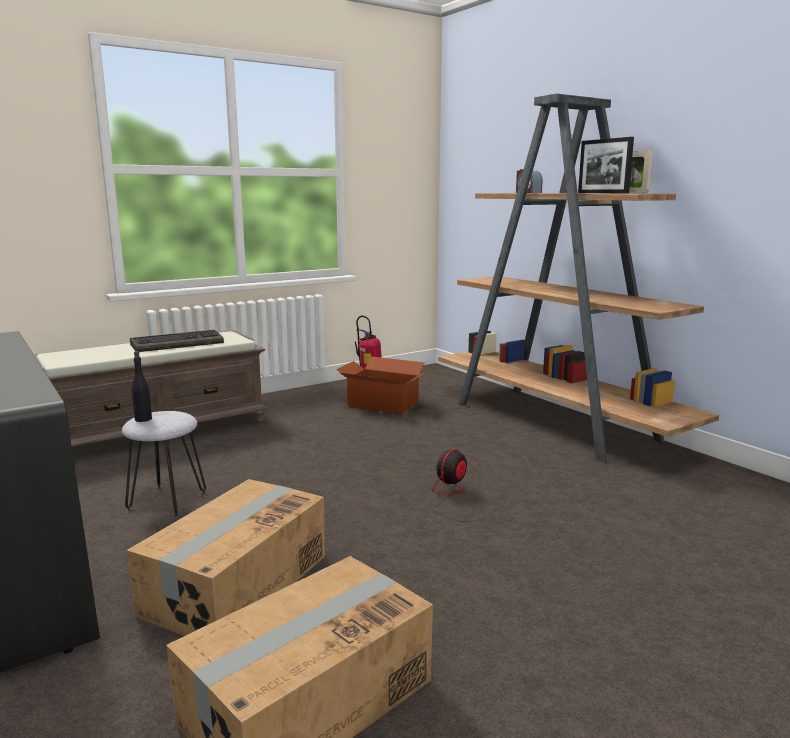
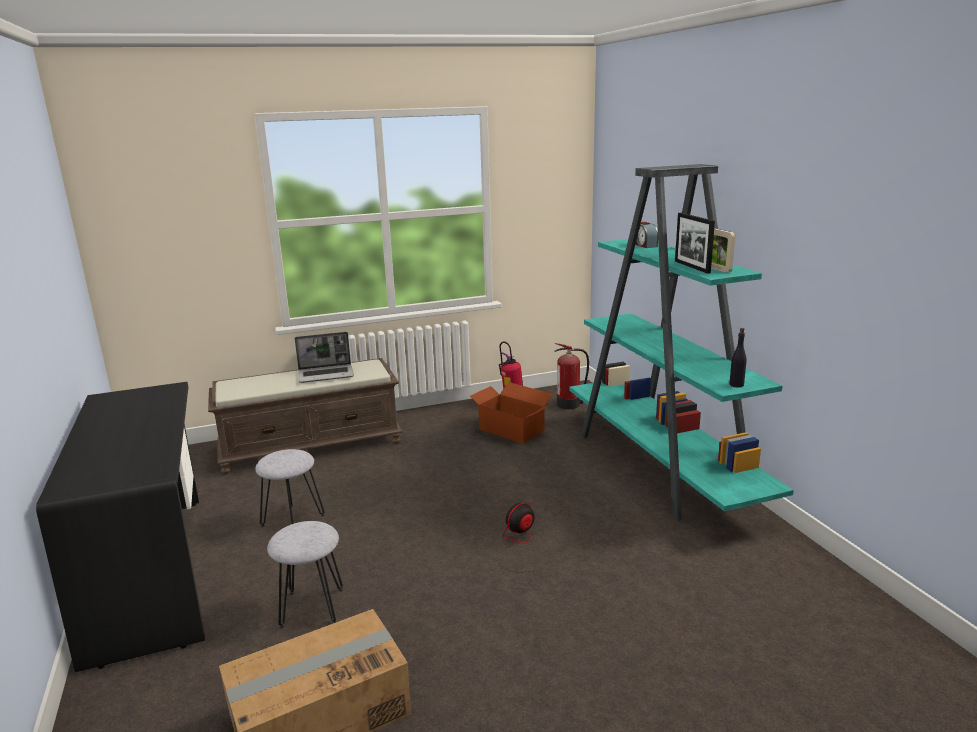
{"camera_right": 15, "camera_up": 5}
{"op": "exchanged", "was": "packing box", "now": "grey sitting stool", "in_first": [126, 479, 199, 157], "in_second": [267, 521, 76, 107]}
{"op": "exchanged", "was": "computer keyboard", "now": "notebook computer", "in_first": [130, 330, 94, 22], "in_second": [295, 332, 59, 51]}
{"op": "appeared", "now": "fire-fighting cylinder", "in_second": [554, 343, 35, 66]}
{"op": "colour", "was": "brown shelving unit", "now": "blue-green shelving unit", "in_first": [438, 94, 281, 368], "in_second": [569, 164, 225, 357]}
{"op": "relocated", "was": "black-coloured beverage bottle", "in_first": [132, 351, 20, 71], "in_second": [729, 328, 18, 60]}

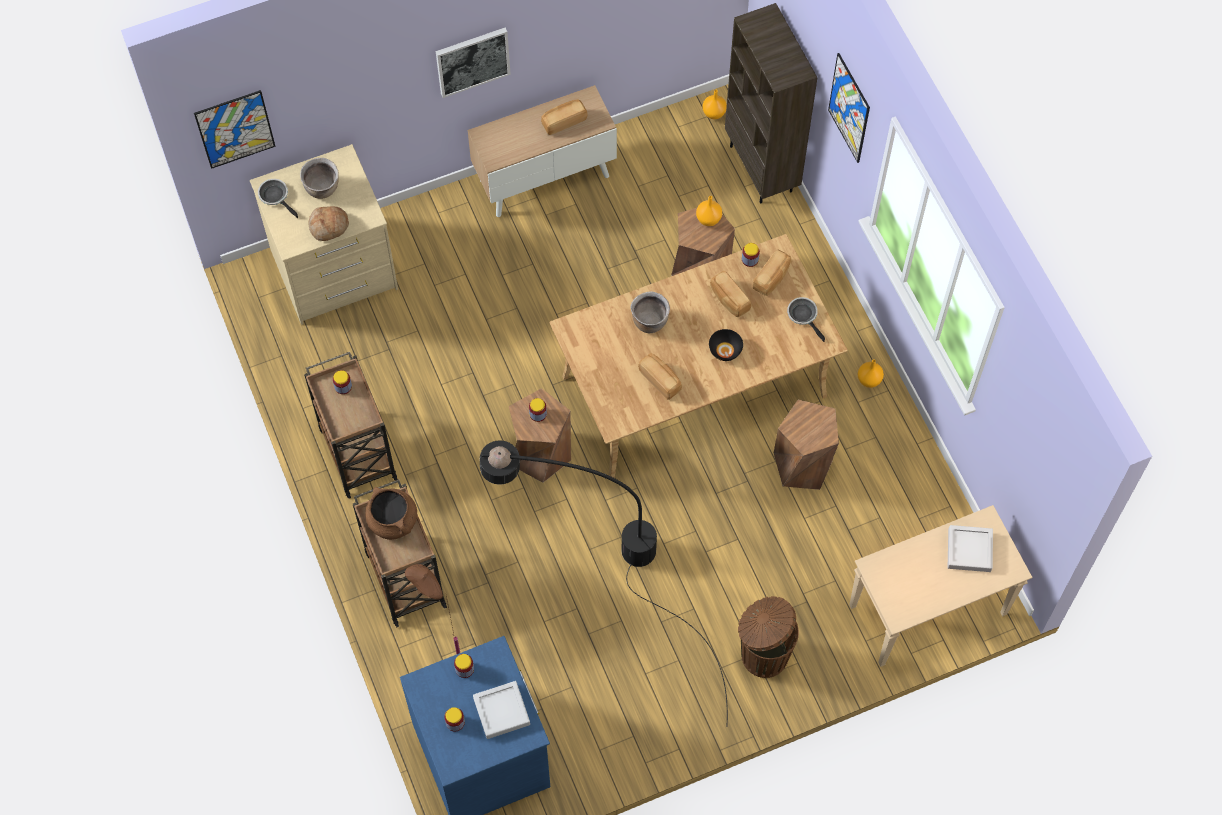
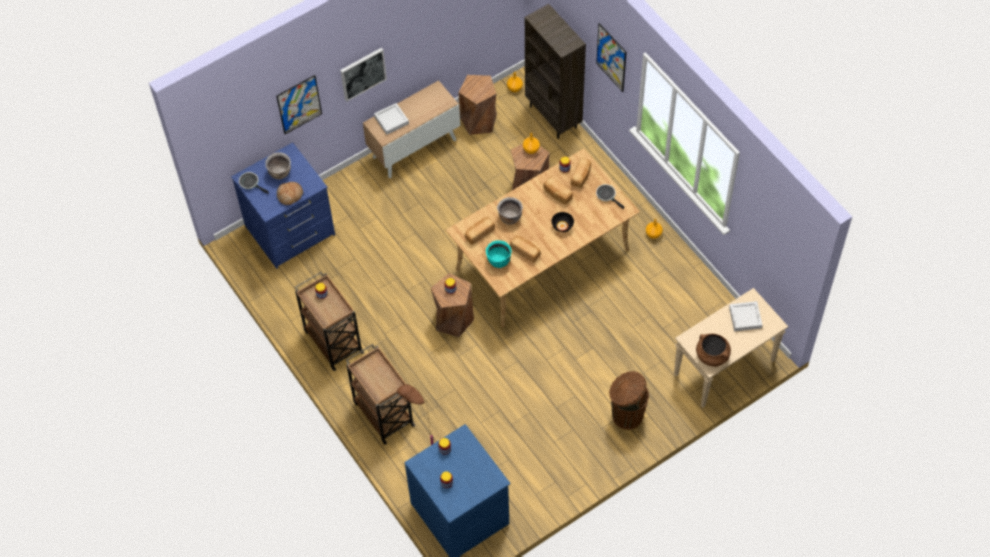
{"camera_right": -10, "camera_up": -5}
{"op": "colour", "was": "beige-coloured drawer chest", "now": "blue-coloured drawer chest", "in_first": [250, 144, 148, 181], "in_second": [231, 142, 104, 127]}
{"op": "relocated", "was": "wall picture", "in_first": [194, 90, 82, 79], "in_second": [276, 75, 46, 59]}
{"op": "relocated", "was": "grey tray", "in_first": [473, 681, 57, 58], "in_second": [374, 103, 35, 32]}
{"op": "relocated", "was": "brown sitting stool", "in_first": [774, 400, 65, 90], "in_second": [458, 75, 39, 60]}
{"op": "relocated", "was": "bread", "in_first": [541, 99, 47, 36], "in_second": [465, 217, 30, 28]}
{"op": "appeared", "now": "blue-green cooking pot", "in_second": [486, 240, 25, 28]}
{"op": "relocated", "was": "brown cooking pot", "in_first": [365, 487, 52, 53], "in_second": [696, 334, 35, 33]}
{"op": "missing", "was": "black-coloured floor lamp", "in_first": [480, 440, 248, 287]}

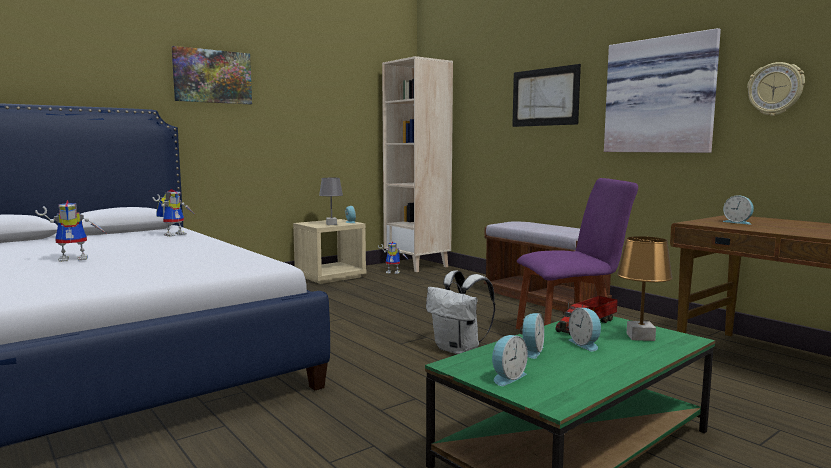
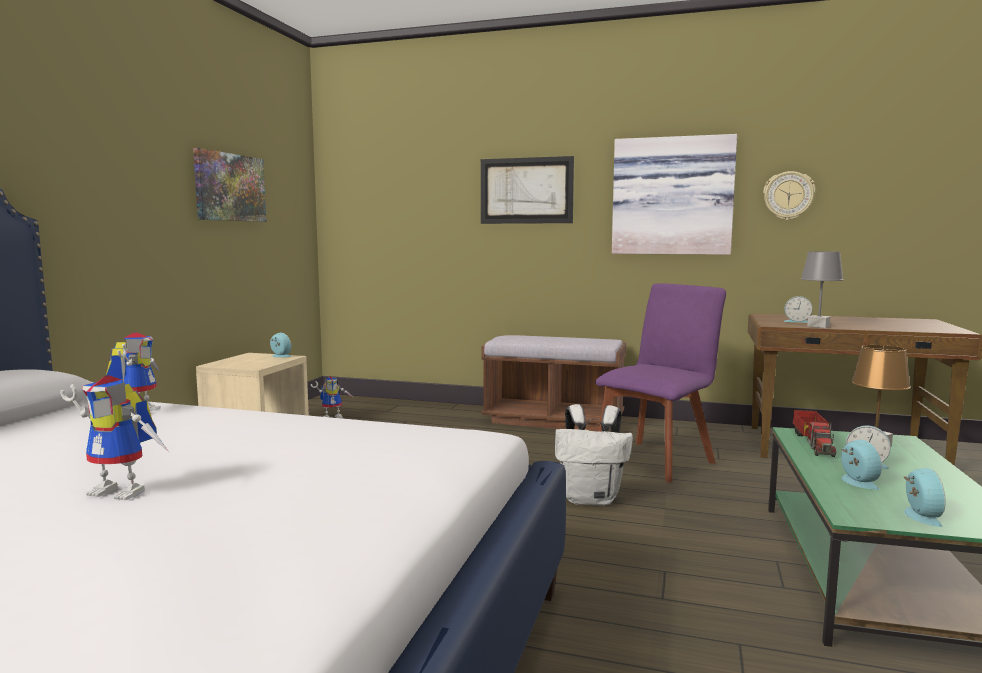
{"camera_right": -35, "camera_up": 0}
{"op": "spun", "was": "model robot", "in_first": [35, 200, 72, 62], "in_second": [60, 375, 110, 126], "clockwise": 75}
{"op": "relocated", "was": "wall picture", "in_first": [171, 46, 81, 58], "in_second": [193, 148, 73, 74]}
{"op": "relocated", "was": "grey table lamp", "in_first": [319, 178, 24, 47], "in_second": [801, 251, 43, 77]}
{"op": "missing", "was": "beige-coloured shelving unit", "in_first": [382, 56, 71, 216]}

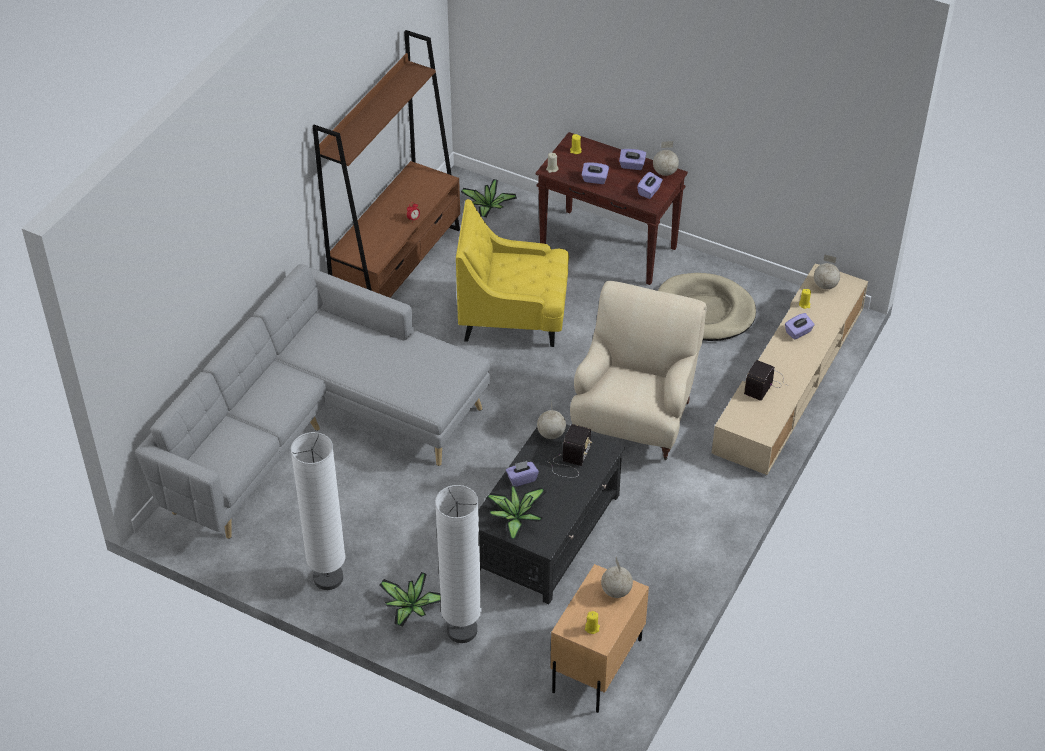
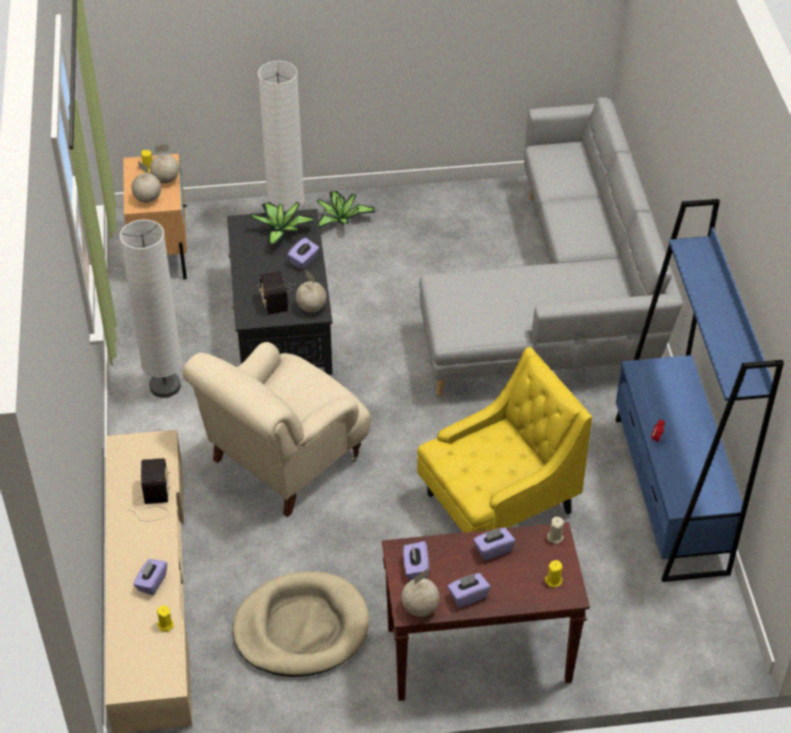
{"camera_right": 145, "camera_up": 0}
{"op": "relocated", "was": "white floor lamp", "in_first": [291, 432, 55, 158], "in_second": [120, 220, 62, 178]}
{"op": "relocated", "was": "globe", "in_first": [814, 254, 26, 35], "in_second": [150, 144, 29, 40]}
{"op": "spun", "was": "beige-coloured armchair", "in_first": [570, 281, 137, 179], "in_second": [183, 342, 188, 175], "clockwise": 60}
{"op": "colour", "was": "brown shelving unit", "now": "blue-coloured shelving unit", "in_first": [313, 30, 147, 268], "in_second": [616, 199, 168, 383]}
{"op": "missing", "was": "plant in a pot", "in_first": [461, 179, 56, 39]}

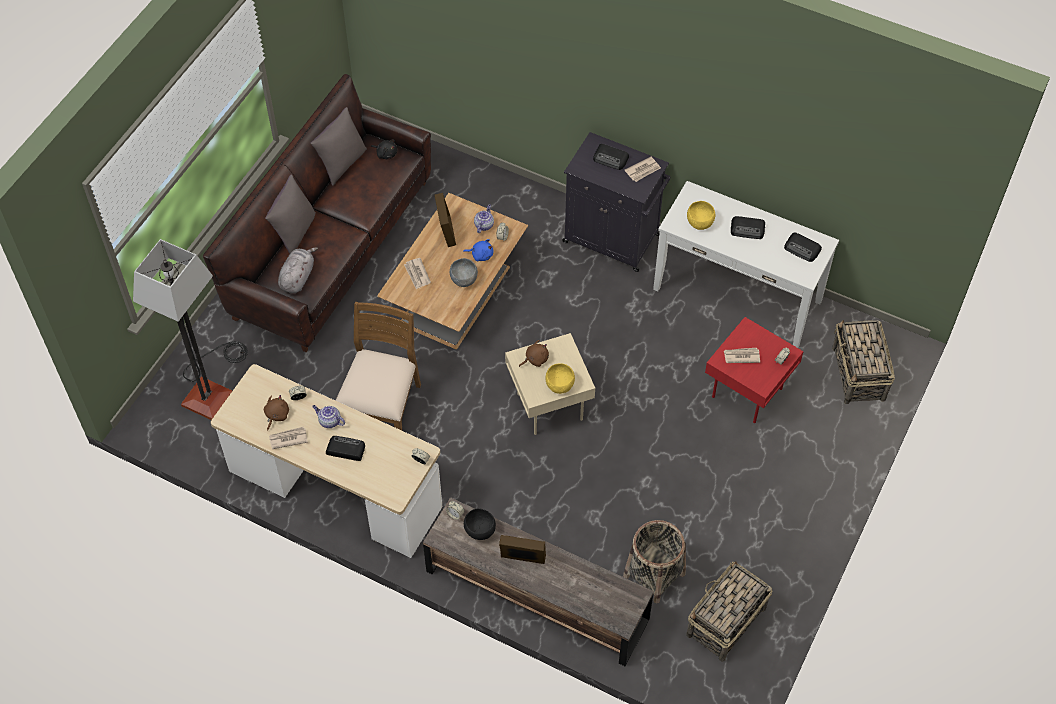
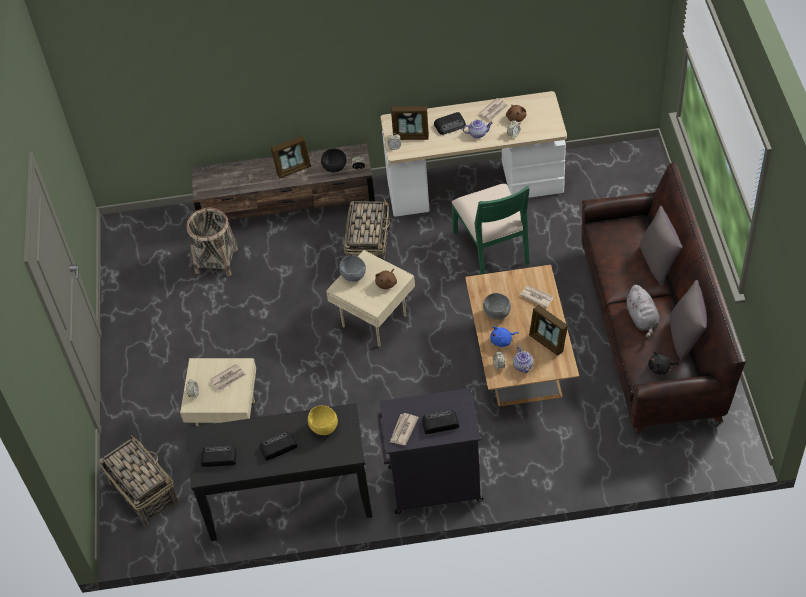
{"camera_right": 150, "camera_up": -5}
{"op": "colour", "was": "reddish accent table", "now": "beige-coloured accent table", "in_first": [705, 317, 98, 106], "in_second": [180, 358, 76, 68]}
{"op": "colour", "was": "white console table", "now": "black-coloured console table", "in_first": [653, 181, 186, 167], "in_second": [188, 403, 184, 138]}
{"op": "colour", "was": "yellow serving bowl", "now": "grey serving bowl", "in_first": [545, 363, 30, 31], "in_second": [339, 255, 27, 27]}
{"op": "relocated", "was": "household basket", "in_first": [687, 561, 85, 101], "in_second": [344, 198, 46, 62]}
{"op": "appeared", "now": "photo frame", "in_second": [391, 106, 38, 34]}
{"op": "colour", "was": "brown chair", "now": "green chair", "in_first": [335, 302, 86, 129], "in_second": [452, 184, 78, 91]}
{"op": "relocated", "was": "grey plush toy", "in_first": [278, 247, 40, 46], "in_second": [626, 285, 34, 53]}
{"op": "missing", "was": "floor lamp", "in_first": [133, 239, 115, 181]}

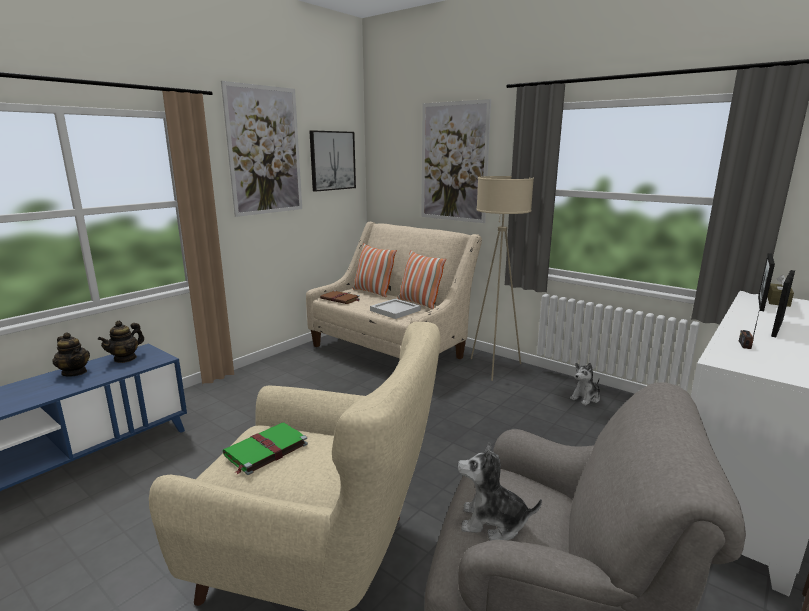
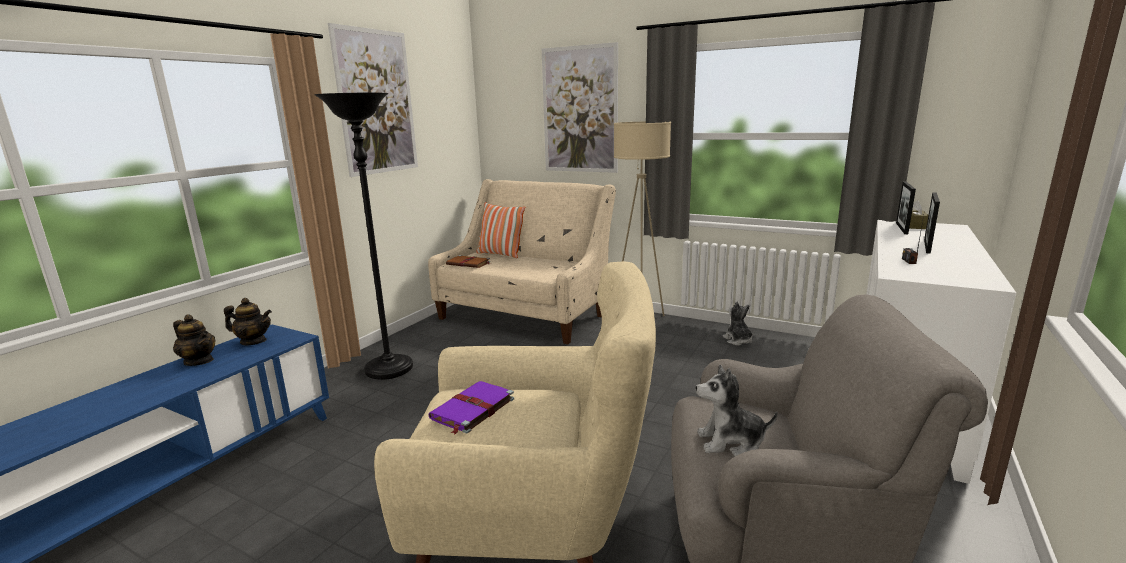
{"camera_right": -10, "camera_up": 0}
{"op": "spun", "was": "pot for tea", "in_first": [98, 321, 46, 42], "in_second": [224, 298, 48, 47], "clockwise": -105}
{"op": "appeared", "now": "black-coloured floor lamp", "in_second": [314, 93, 99, 287]}
{"op": "colour", "was": "green bound book", "now": "purplish bound book", "in_first": [223, 422, 85, 53], "in_second": [428, 381, 86, 54]}
{"op": "spun", "was": "plush toy", "in_first": [570, 363, 30, 43], "in_second": [722, 301, 31, 44], "clockwise": 120}
{"op": "missing", "was": "wall picture", "in_first": [309, 130, 47, 62]}
{"op": "missing", "was": "white tray", "in_first": [370, 299, 51, 20]}
{"op": "missing", "was": "throw pillow", "in_first": [398, 250, 48, 59]}

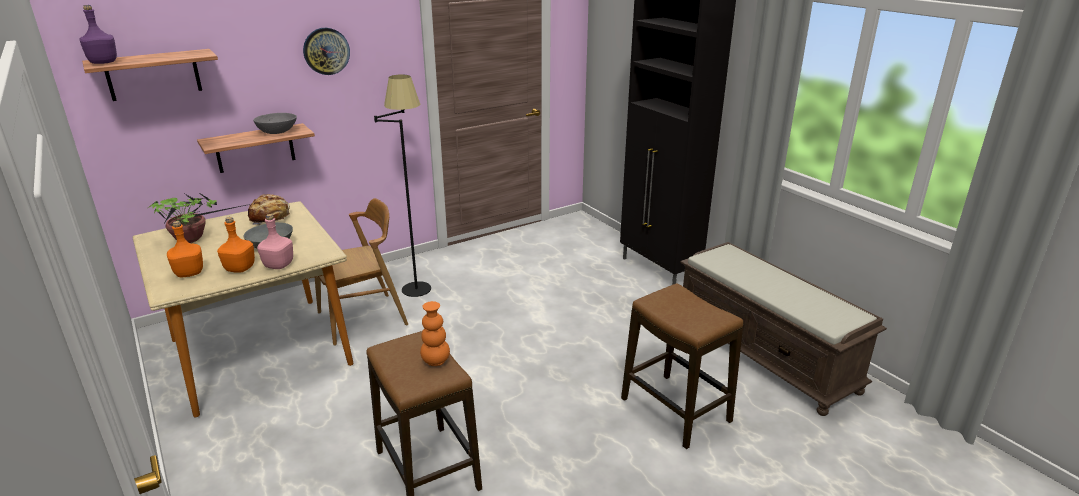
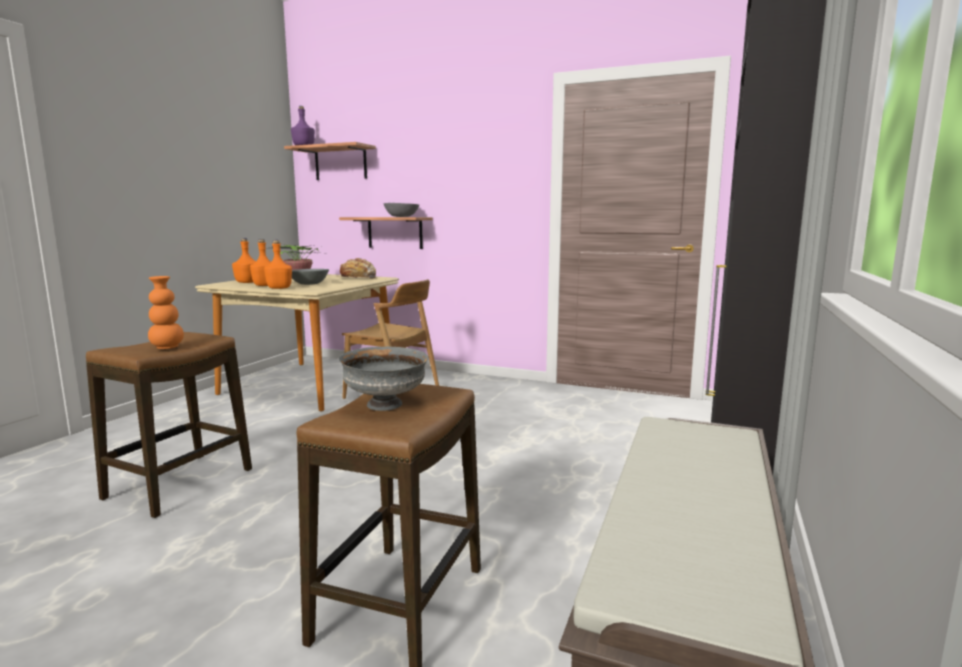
{"camera_right": 55, "camera_up": -15}
{"op": "colour", "was": "pinkish beverage bottle", "now": "orange-coloured beverage bottle", "in_first": [257, 214, 36, 55], "in_second": [264, 240, 28, 49]}
{"op": "appeared", "now": "grey serving bowl", "in_second": [339, 347, 90, 64]}
{"op": "missing", "was": "wall clock", "in_first": [303, 28, 47, 47]}
{"op": "missing", "was": "black-coloured floor lamp", "in_first": [374, 74, 57, 223]}

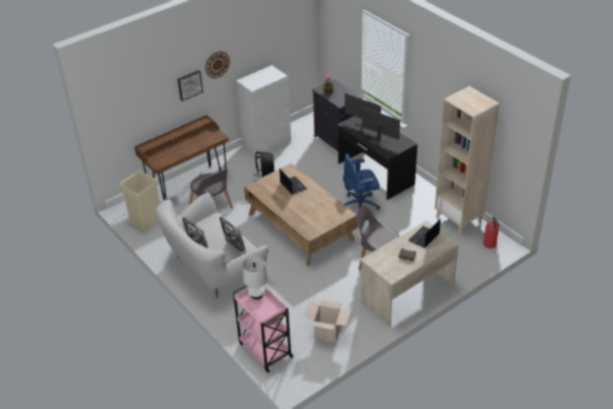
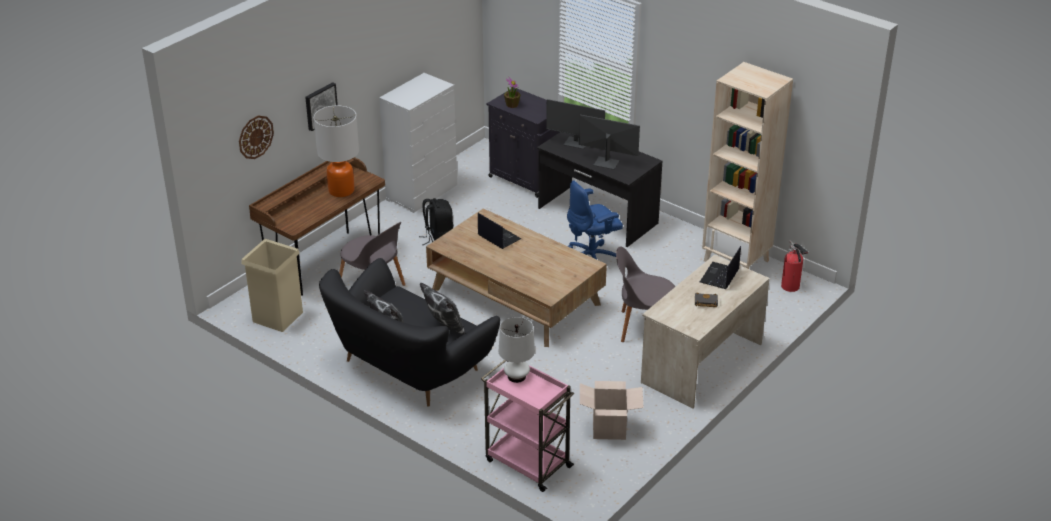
{"camera_right": -15, "camera_up": -5}
{"op": "relocated", "was": "wall clock", "in_first": [205, 51, 25, 27], "in_second": [239, 115, 35, 44]}
{"op": "appeared", "now": "table lamp", "in_second": [314, 106, 45, 91]}
{"op": "colour", "was": "white settee", "now": "black-coloured settee", "in_first": [156, 193, 112, 105], "in_second": [319, 258, 181, 149]}

